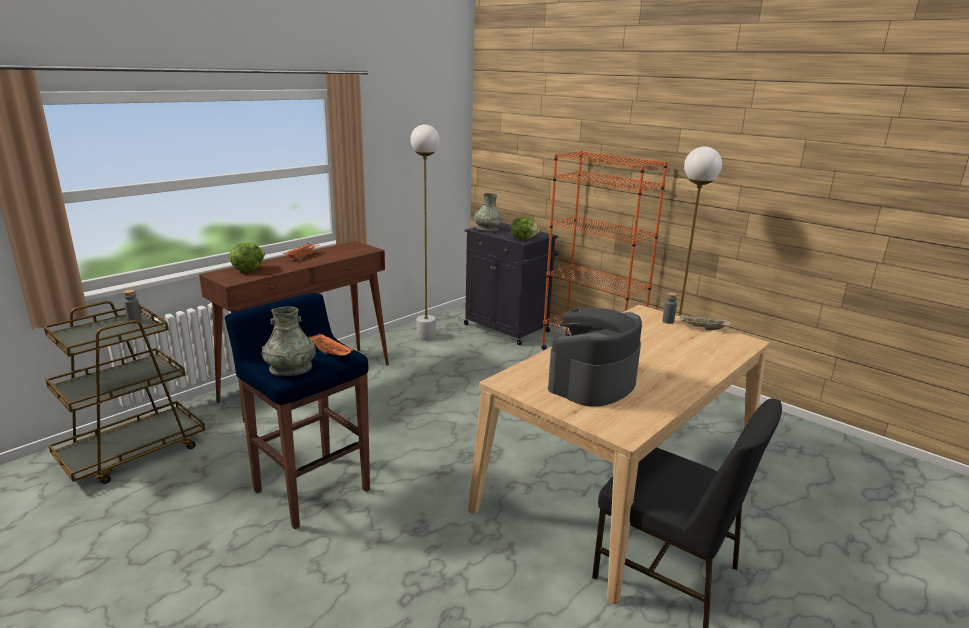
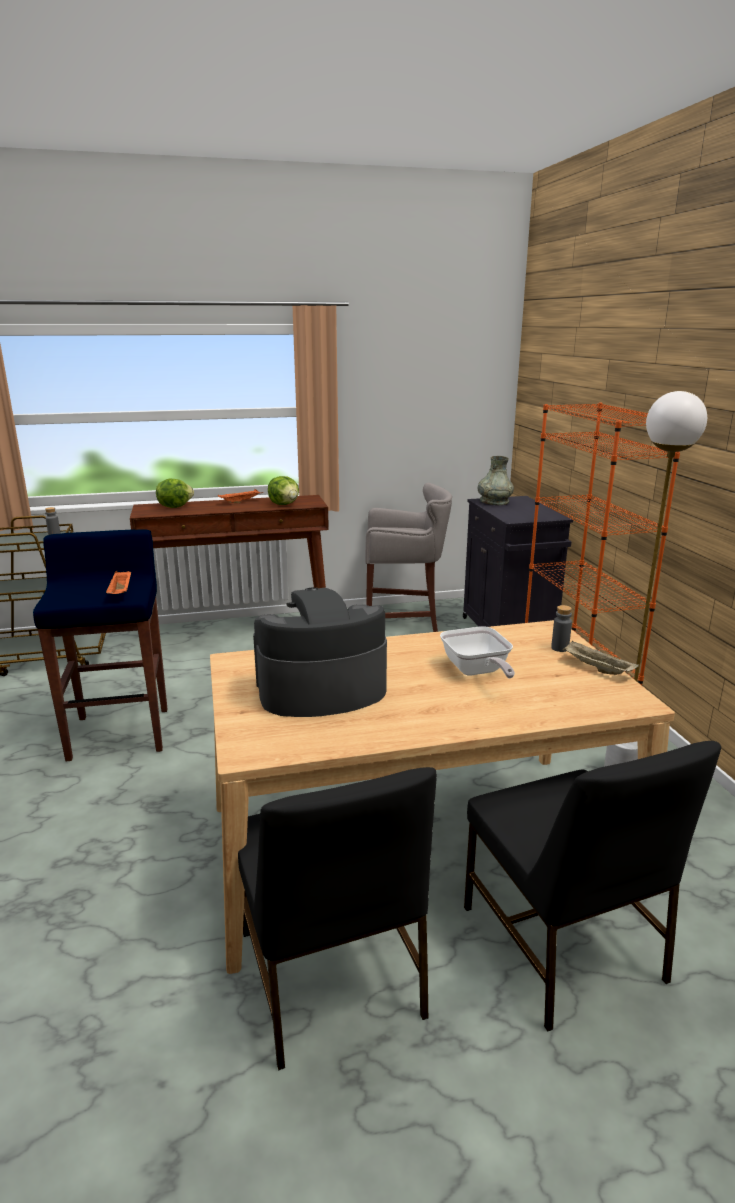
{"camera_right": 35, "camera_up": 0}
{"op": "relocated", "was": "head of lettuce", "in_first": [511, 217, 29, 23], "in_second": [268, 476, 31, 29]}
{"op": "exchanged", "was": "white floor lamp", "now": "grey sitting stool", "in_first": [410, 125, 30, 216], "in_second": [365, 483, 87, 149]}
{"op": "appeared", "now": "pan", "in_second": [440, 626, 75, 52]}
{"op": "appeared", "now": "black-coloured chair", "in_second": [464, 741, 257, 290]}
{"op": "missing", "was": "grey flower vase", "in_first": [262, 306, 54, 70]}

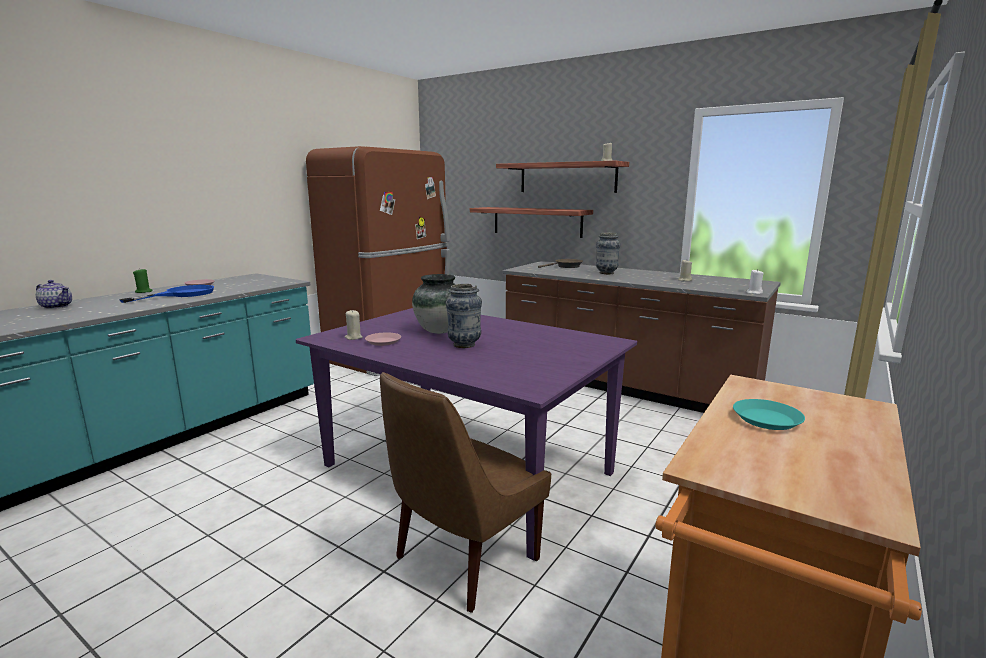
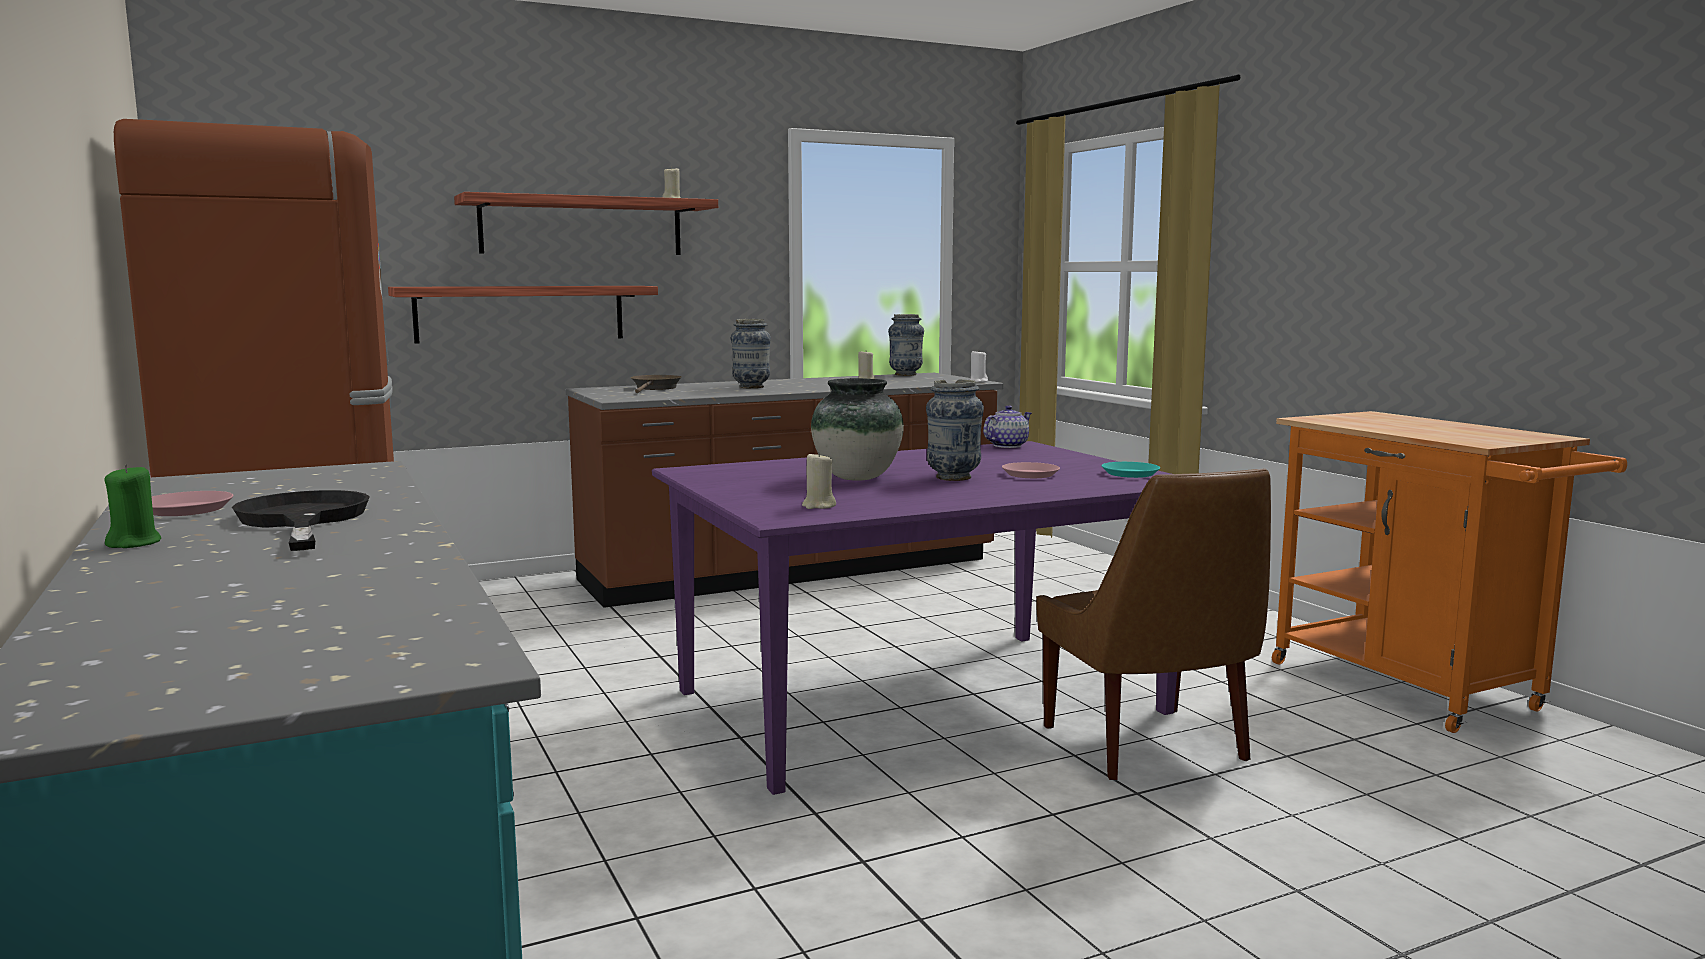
{"camera_right": -60, "camera_up": -5}
{"op": "colour", "was": "blue-coloured pan", "now": "black-coloured pan", "in_first": [119, 285, 95, 18], "in_second": [232, 490, 138, 61]}
{"op": "appeared", "now": "flower vase", "in_second": [888, 314, 36, 62]}
{"op": "relocated", "was": "pot for tea", "in_first": [36, 280, 36, 29], "in_second": [983, 405, 49, 43]}
{"op": "relocated", "was": "pinkish dinner plate", "in_first": [365, 332, 36, 14], "in_second": [1002, 462, 58, 16]}
{"op": "relocated", "was": "blue-green dinner plate", "in_first": [733, 399, 72, 31], "in_second": [1102, 462, 58, 16]}

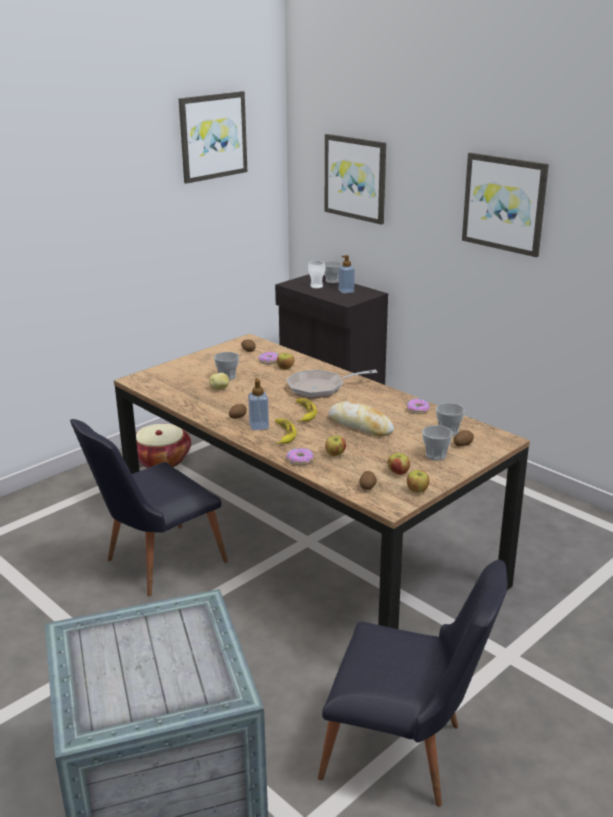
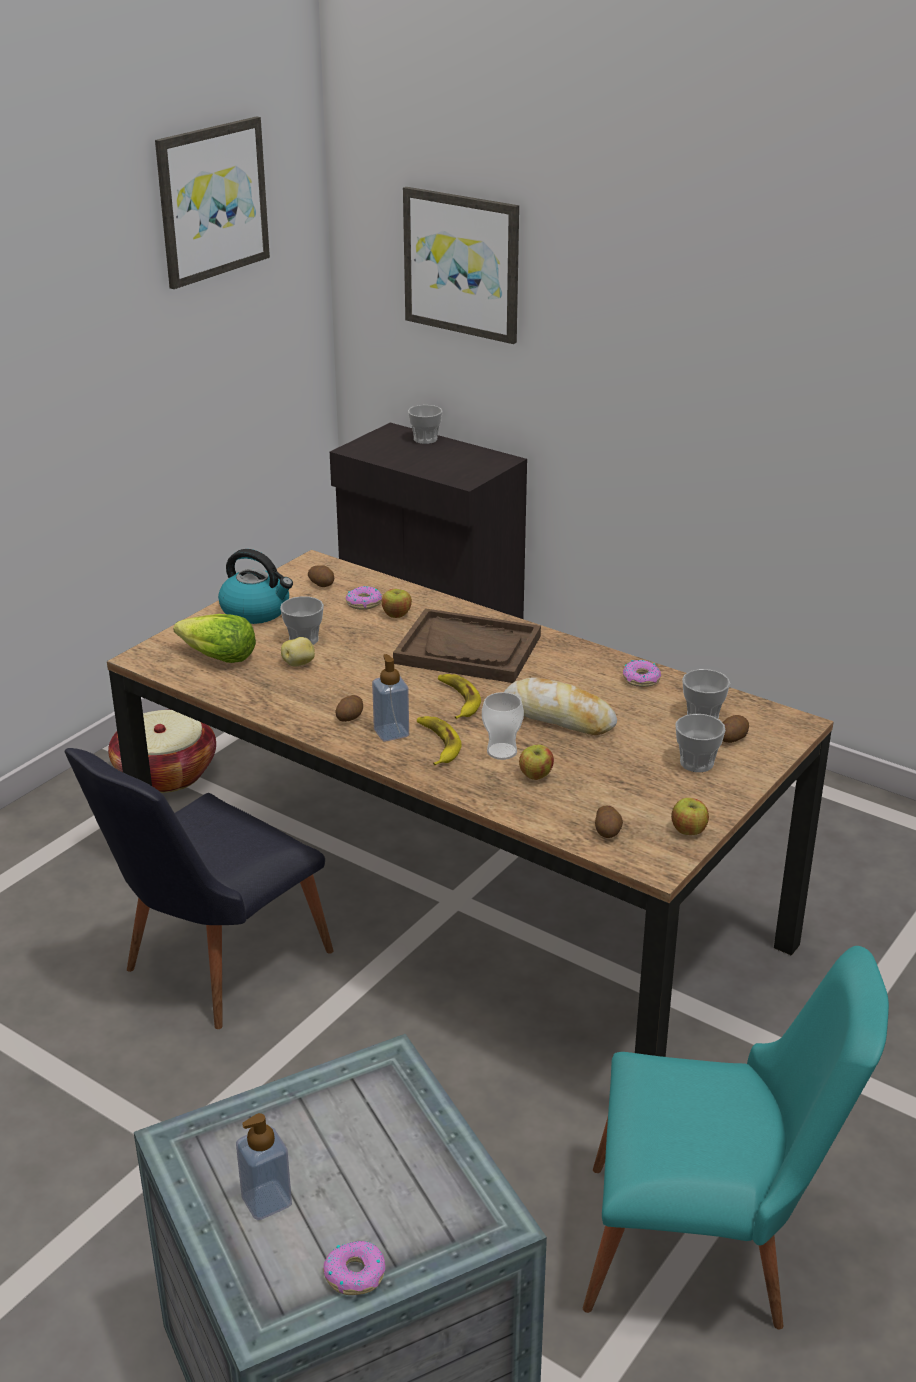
{"camera_right": -10, "camera_up": 5}
{"op": "appeared", "now": "head of lettuce", "in_second": [173, 614, 83, 49]}
{"op": "appeared", "now": "tea kettle", "in_second": [218, 549, 75, 75]}
{"op": "relocated", "was": "liquid soap bottle", "in_first": [339, 255, 16, 38], "in_second": [236, 1113, 56, 107]}
{"op": "relocated", "was": "doughnut", "in_first": [286, 448, 27, 17], "in_second": [323, 1241, 62, 54]}
{"op": "exchanged", "was": "pan", "now": "brown tray", "in_first": [287, 370, 90, 28], "in_second": [393, 608, 148, 75]}
{"op": "relocated", "was": "small cup", "in_first": [308, 261, 17, 28], "in_second": [482, 692, 42, 68]}
{"op": "colour", "was": "black-coloured chair", "now": "blue-green chair", "in_first": [318, 560, 190, 247], "in_second": [583, 946, 306, 384]}
{"op": "missing", "was": "whole apple", "in_first": [388, 453, 22, 22]}
{"op": "missing", "was": "wall picture", "in_first": [462, 153, 87, 104]}

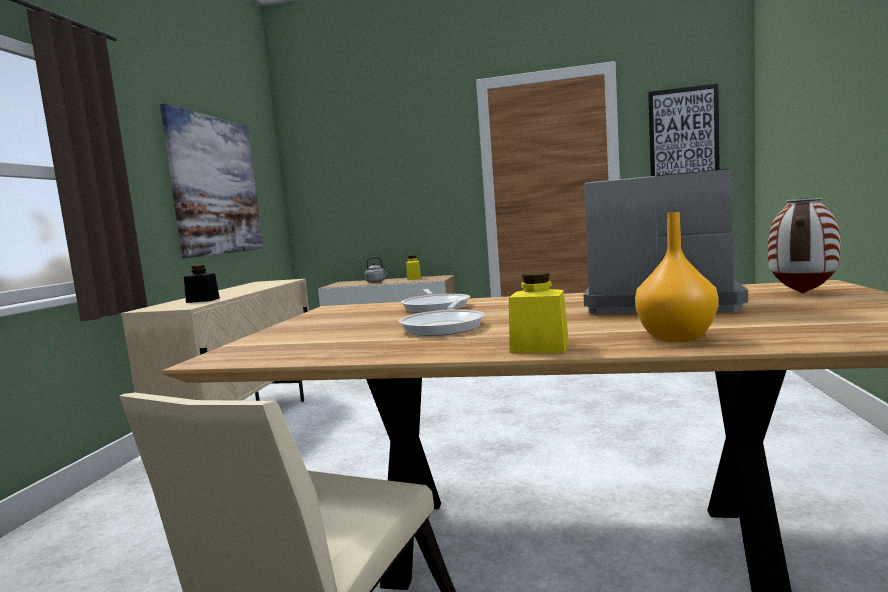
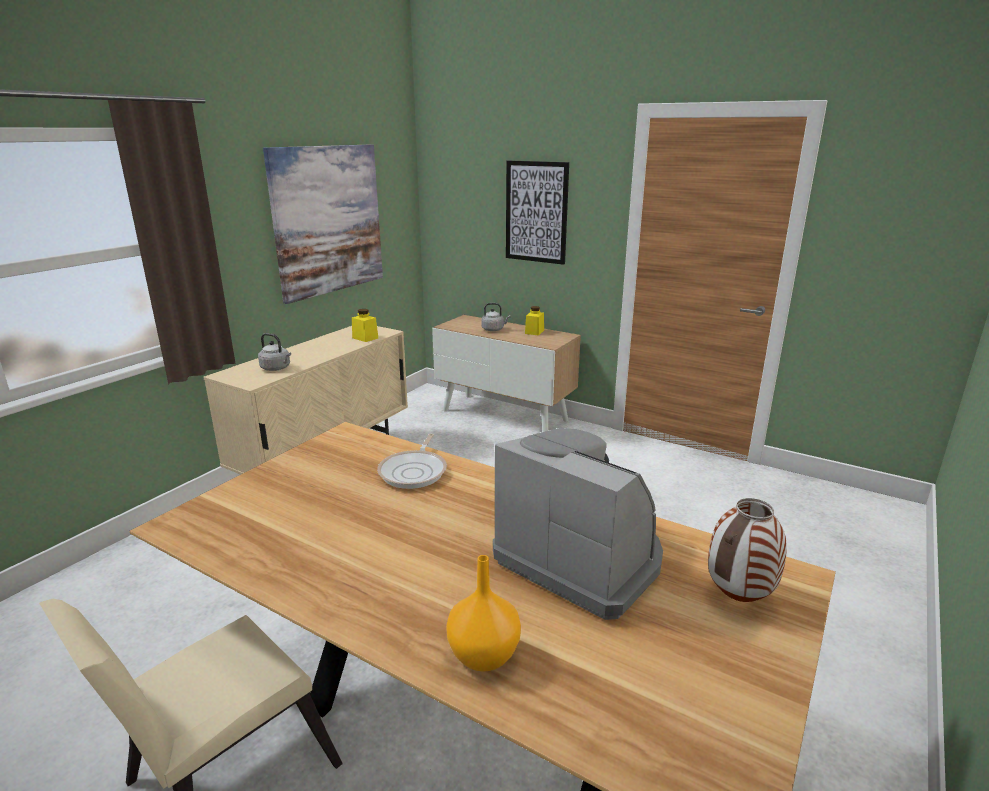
{"camera_right": 20, "camera_up": 15}
{"op": "exchanged", "was": "black-coloured preserve jar", "now": "grey tea kettle", "in_first": [184, 265, 36, 38], "in_second": [258, 333, 33, 38]}
{"op": "relocated", "was": "yellow preserve jar", "in_first": [509, 272, 60, 81], "in_second": [352, 309, 26, 33]}
{"op": "relocated", "was": "wall picture", "in_first": [648, 83, 72, 93], "in_second": [506, 161, 63, 104]}
{"op": "missing", "was": "pan", "in_first": [399, 300, 86, 36]}

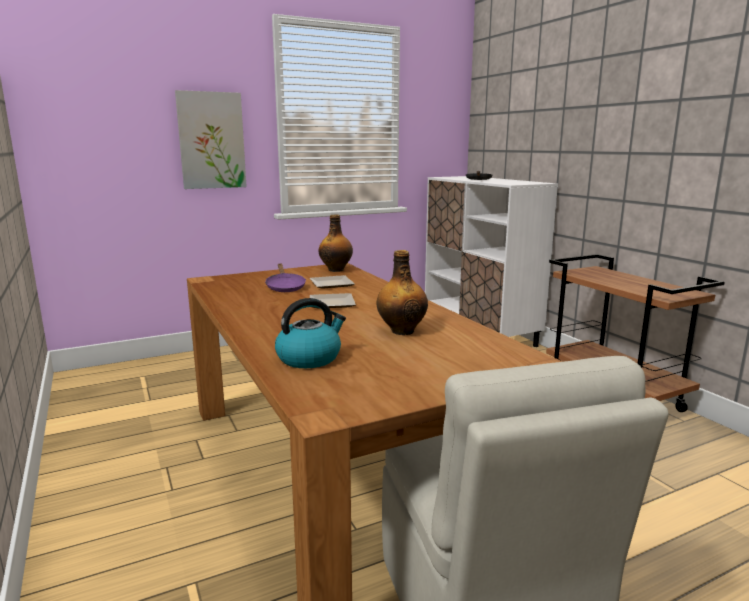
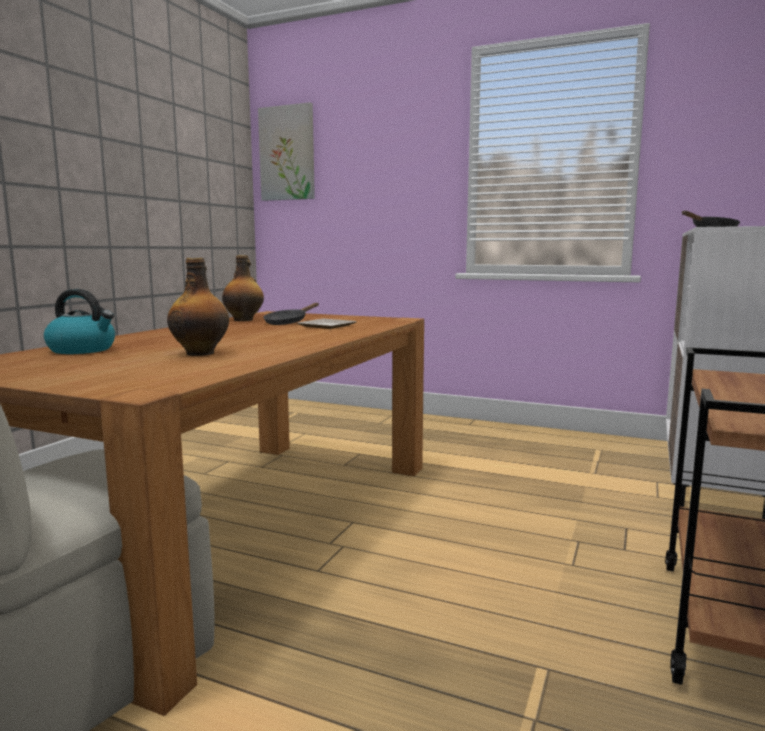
{"camera_right": 50, "camera_up": -5}
{"op": "relocated", "was": "beverage bottle", "in_first": [319, 215, 34, 57], "in_second": [222, 255, 42, 66]}
{"op": "relocated", "was": "wall picture", "in_first": [175, 90, 72, 99], "in_second": [258, 102, 57, 99]}
{"op": "colour", "was": "purplish pan", "now": "black-coloured pan", "in_first": [265, 264, 41, 28], "in_second": [263, 303, 56, 22]}
{"op": "missing", "was": "dinner plate", "in_first": [310, 293, 46, 16]}

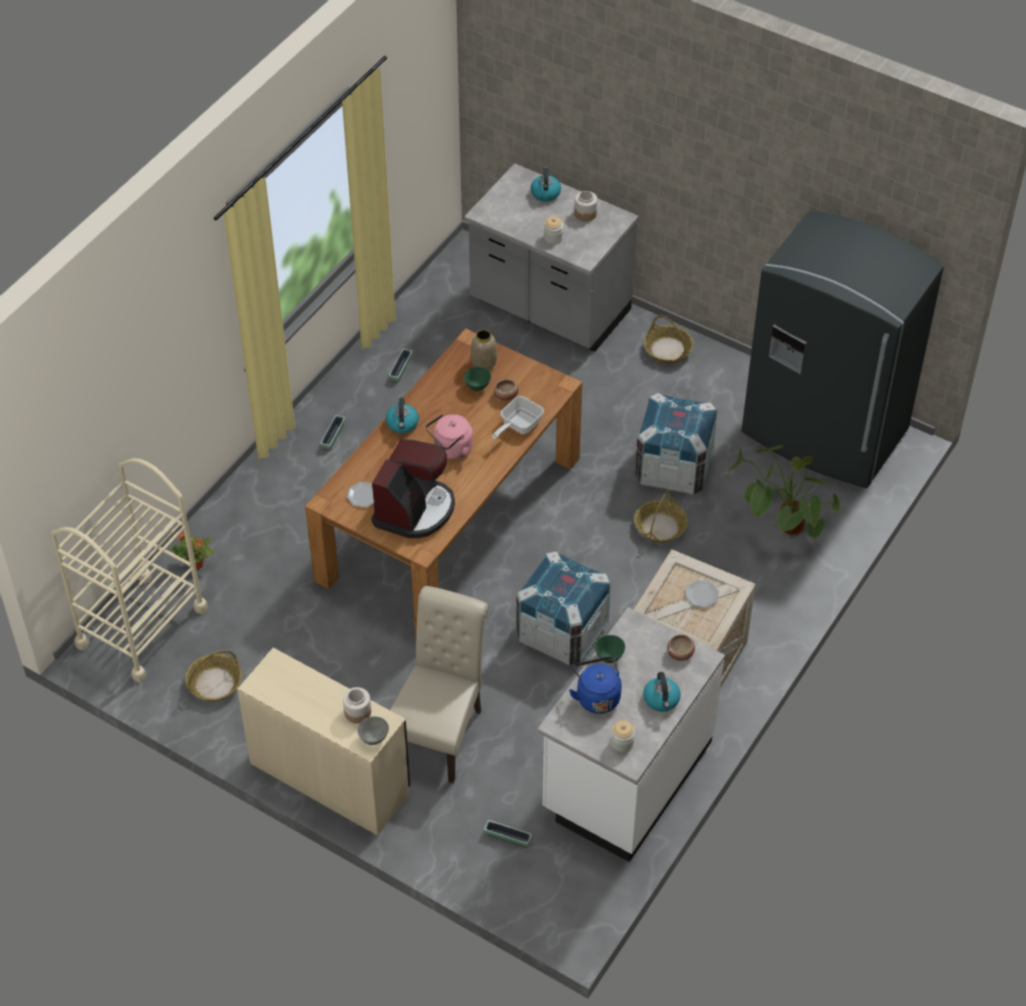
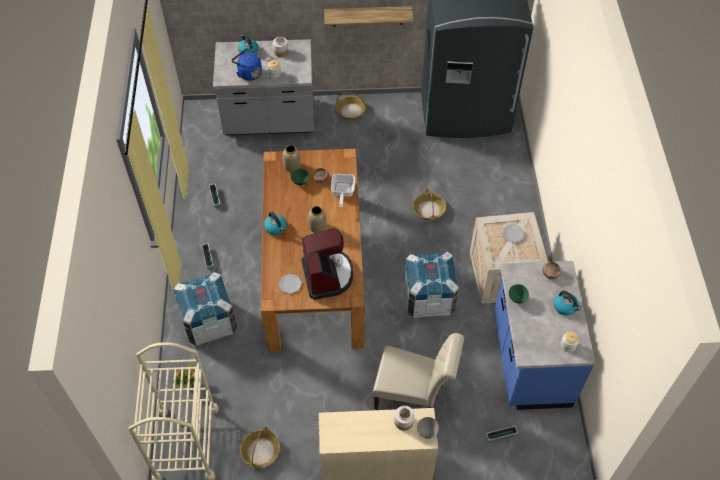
{"camera_right": -35, "camera_up": 5}
{"op": "relocated", "was": "packing crate", "in_first": [635, 393, 82, 102], "in_second": [173, 272, 64, 74]}
{"op": "relocated", "was": "blue-coloured tea kettle", "in_first": [569, 657, 53, 57], "in_second": [232, 48, 30, 33]}
{"op": "exchanged", "was": "pinkish tea kettle", "now": "flower vase", "in_first": [425, 414, 48, 45], "in_second": [308, 206, 19, 27]}
{"op": "appeared", "now": "bracket shelf", "in_second": [324, 6, 90, 21]}
{"op": "spun", "was": "beige-coloured chair", "in_first": [390, 586, 99, 197], "in_second": [372, 333, 92, 77], "clockwise": 120}
{"op": "colour", "was": "white kitchen base unit", "now": "blue-coloured kitchen base unit", "in_first": [537, 607, 188, 255], "in_second": [494, 261, 101, 149]}
{"op": "missing", "was": "plant in a pot", "in_first": [727, 445, 113, 96]}

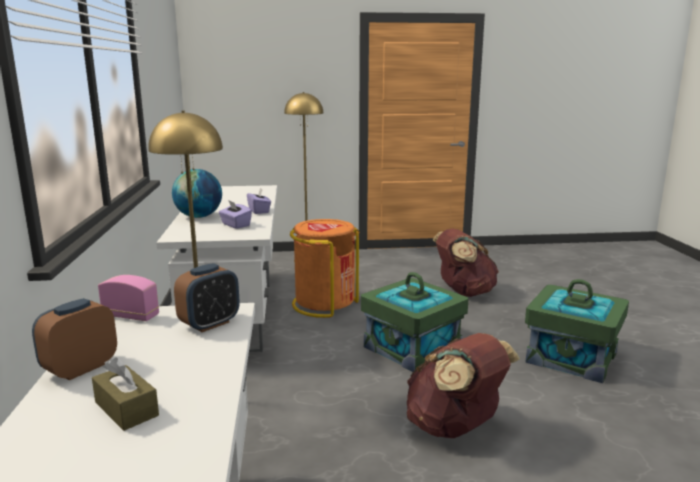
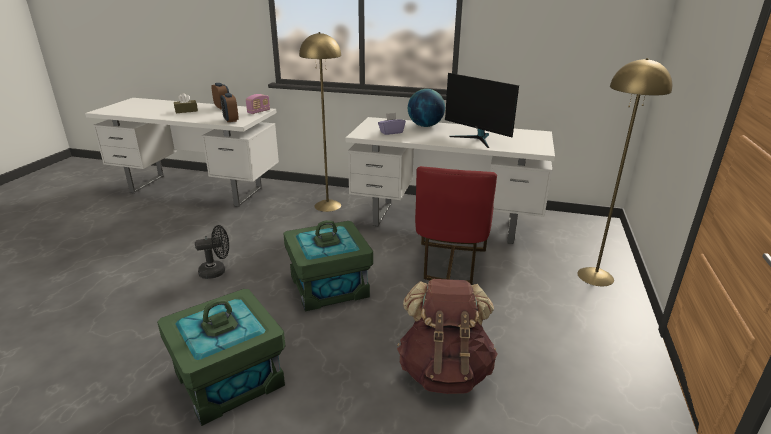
{"camera_right": 110, "camera_up": 10}
{"op": "exchanged", "was": "brown rucksack", "now": "black-coloured cooling fan", "in_first": [407, 333, 113, 105], "in_second": [195, 225, 34, 54]}
{"op": "exchanged", "was": "orange-coloured trash can", "now": "reddish chair", "in_first": [290, 219, 69, 99], "in_second": [415, 166, 82, 119]}
{"op": "appeared", "now": "computer display", "in_second": [445, 73, 74, 75]}
{"op": "missing", "was": "purplish box of tissues", "in_first": [247, 187, 24, 27]}

